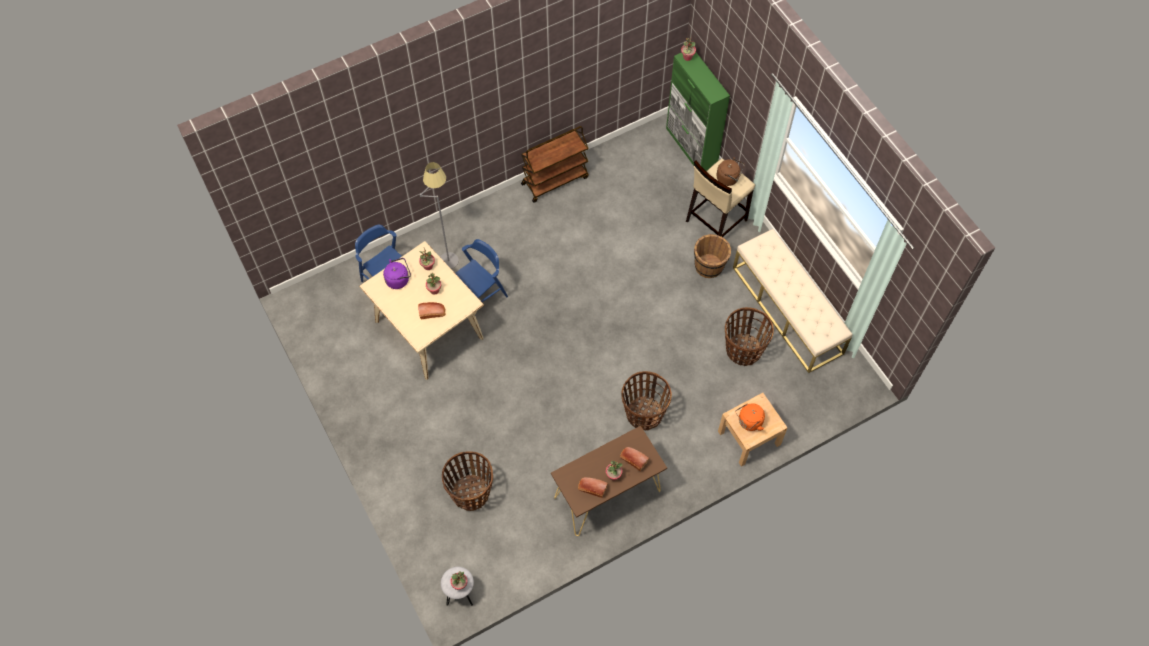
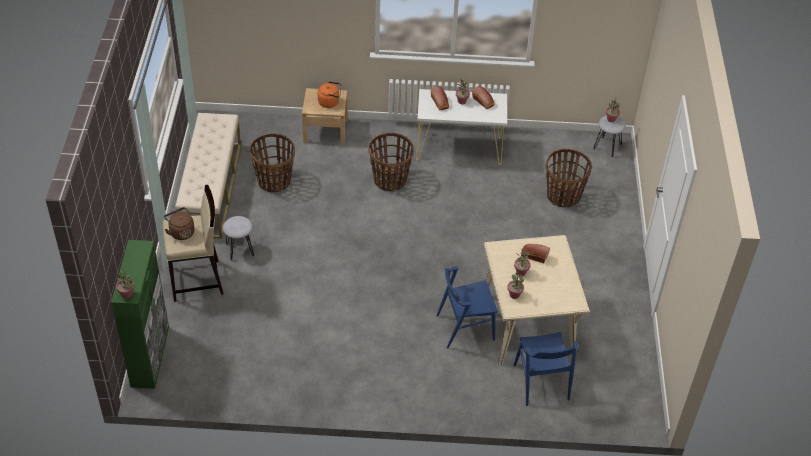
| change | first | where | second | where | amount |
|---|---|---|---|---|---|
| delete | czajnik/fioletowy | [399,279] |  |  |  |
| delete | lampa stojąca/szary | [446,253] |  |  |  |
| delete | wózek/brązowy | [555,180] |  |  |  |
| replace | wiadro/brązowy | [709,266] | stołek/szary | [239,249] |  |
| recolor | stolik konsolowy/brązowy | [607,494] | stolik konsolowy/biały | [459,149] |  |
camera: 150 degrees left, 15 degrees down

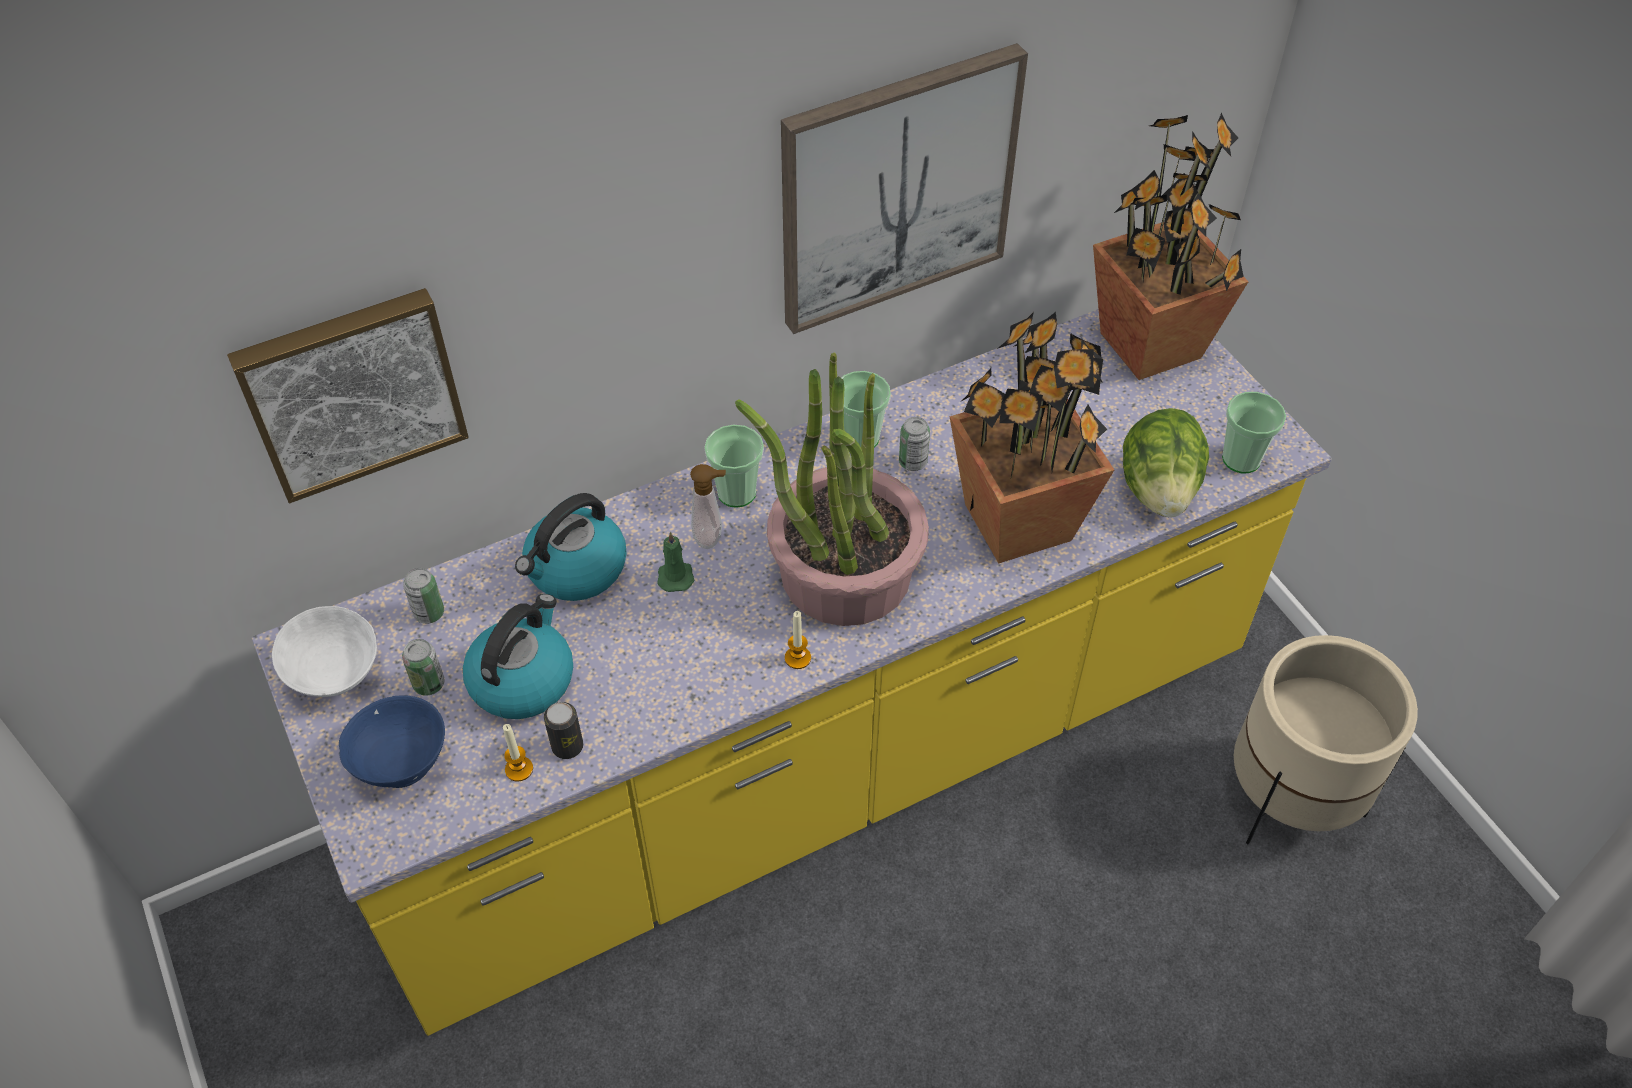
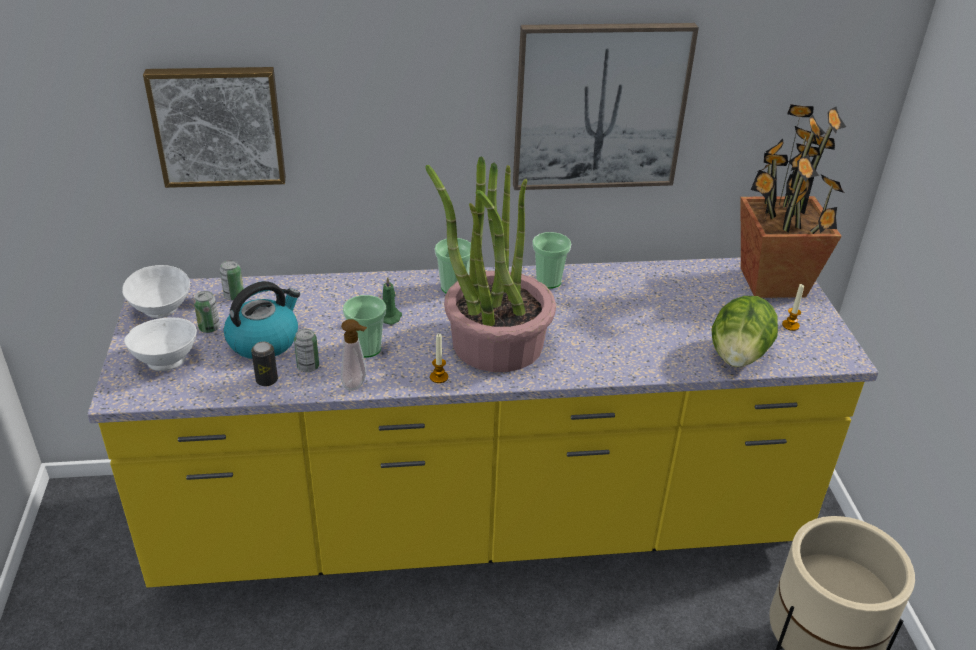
| change | first | where | second | where | amount |
|---|---|---|---|---|---|
| delete | czajnik | [575,569] |  |  |  |
| delete | roślina doniczkowa | [1019,521] |  |  |  |
| move | świeca | [519,769] |  | [790,325] |  |
| move | dozownik mydła | [711,537] |  | [357,385] |  |
| move | puszka | [913,462] |  | [308,367] |  |
| move | filiżanka | [1241,459] |  | [367,349] |  |
| recolor | miska/niebieski | [403,762] | miska/biały | [167,360] |  |
camera: 20 degrees right, 15 degrees down

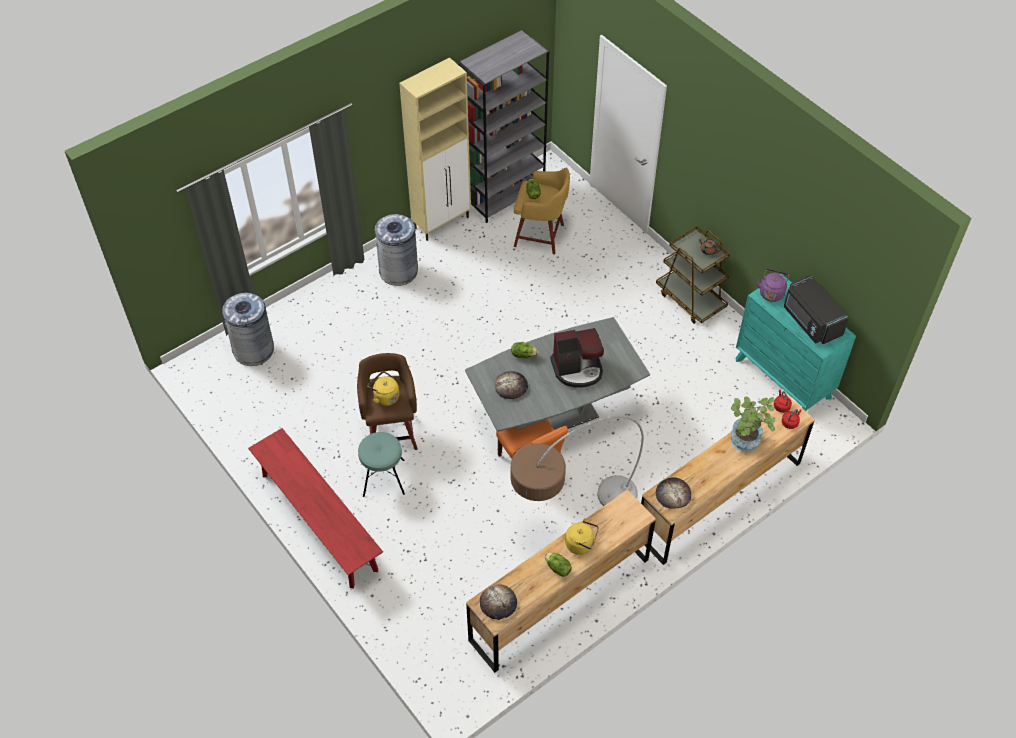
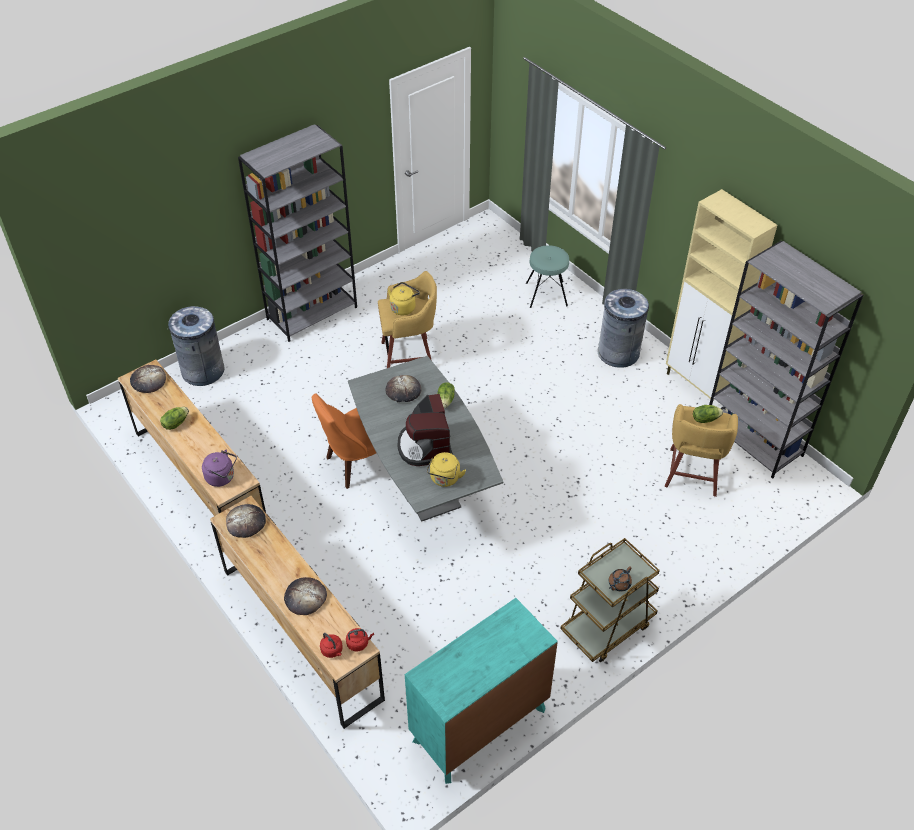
| change | first | where | second | where | amount |
|---|---|---|---|---|---|
| delete | lampa stojąca | [569,517] |  |  |  |
| delete | mikrofalówka/czarny | [810,321] |  |  |  |
| move | kosz na śmieci/szary | [254,350] |  | [203,371] |  |
| move | stołek/turkusowy | [383,478] |  | [546,294] |  |
| move | czajnik/żółty | [581,544] |  | [444,479] |  |
| move | czajnik/fioletowy | [771,292] |  | [222,477] |  |
| replace | ławka/czerwony | [319,521] | regał/szary | [312,313] |  |
| replace | roślina doniczkowa | [744,444] | chleb | [305,597] |  |
| recolor | stołek/brązowy | [391,431] | stołek/żółty | [409,355] |  |
camera: 90 degrees right, 5 degrees down

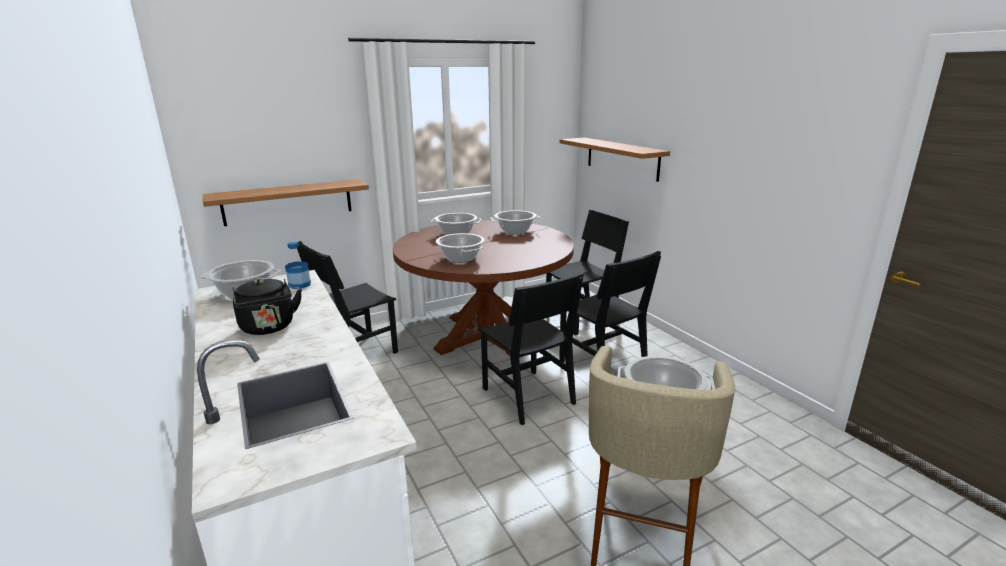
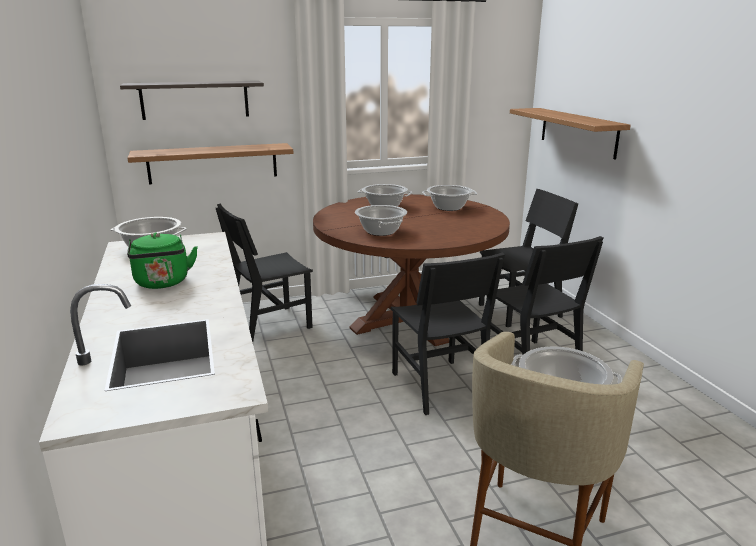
| change | first | where | second | where | amount |
|---|---|---|---|---|---|
| delete | butelka | [299,285] |  |  |  |
| insert |  |  | półka | [195,100] |  |
| recolor | czajnik/czarny | [269,328] | czajnik/zielony | [163,283] |  |
camera: 10 degrees right, 0 degrees up

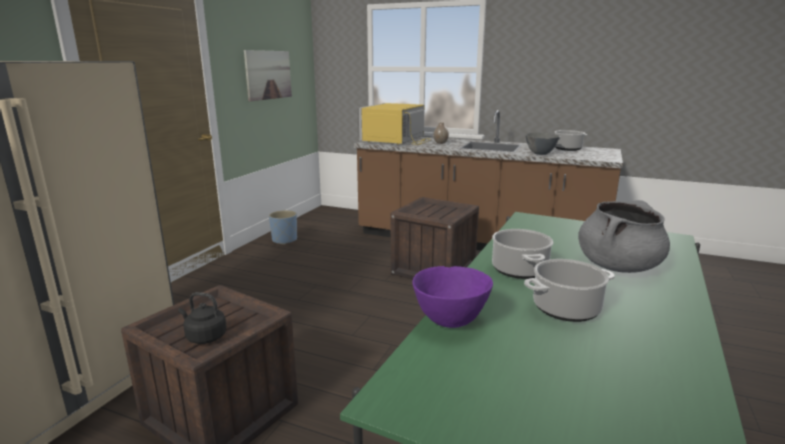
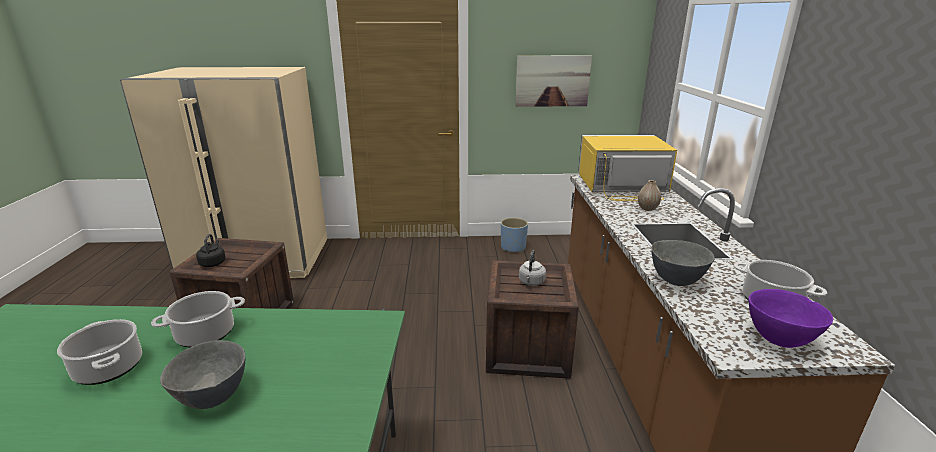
| change | first | where | second | where | amount |
|---|---|---|---|---|---|
| insert |  |  | czajnik/szary | [531,282] |  |
| move | miska/fioletowy | [449,321] |  | [778,340] |  |
| replace | garnek/szary | [618,266] | miska/szary | [214,398] |  |
camera: 65 degrees right, 5 degrees up

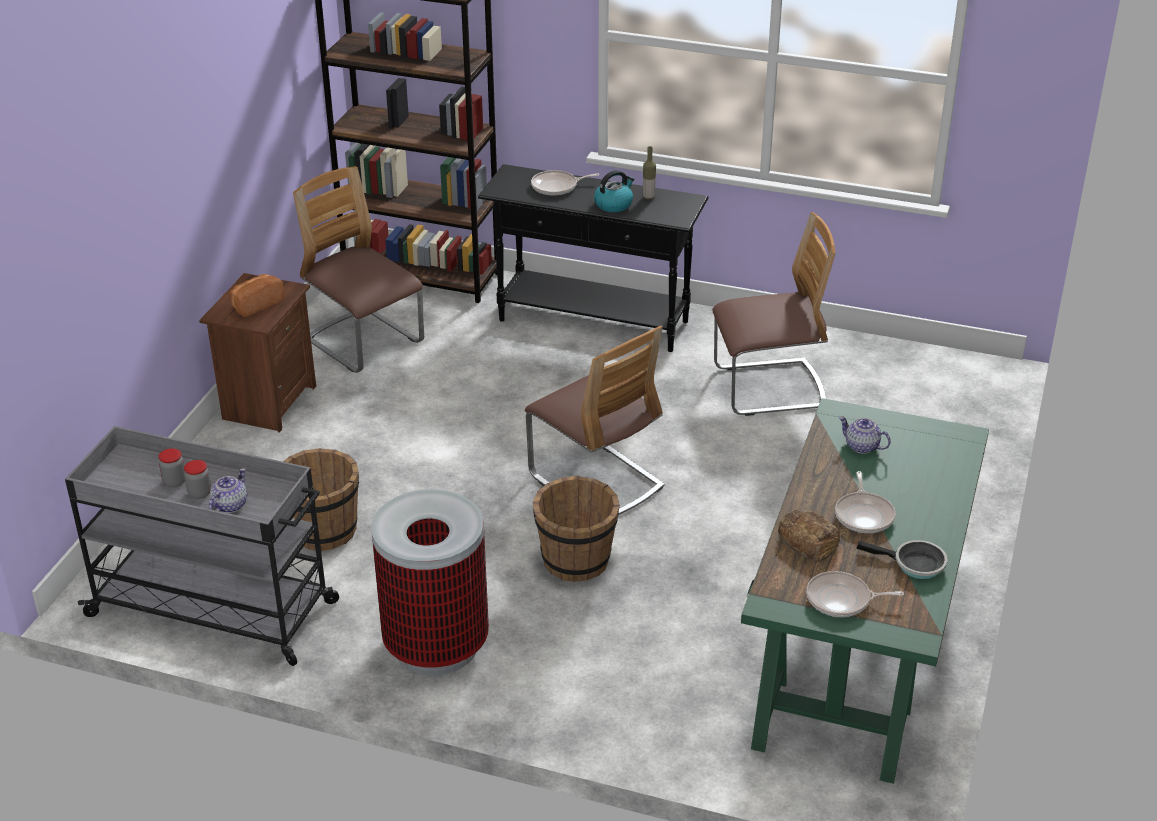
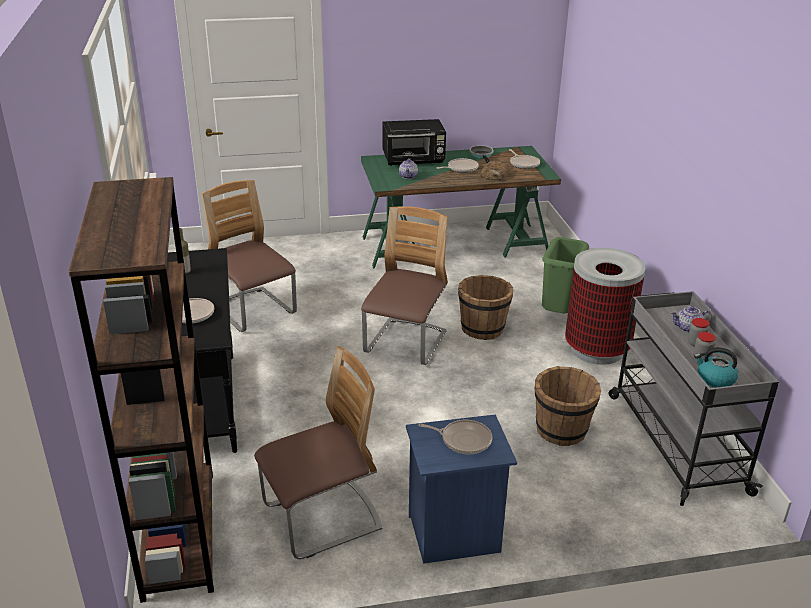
| change | first | where | second | where | amount |
|---|---|---|---|---|---|
| insert |  |  | mikrofalówka/czarny | [414,160] |  |
| insert |  |  | kosz na śmieci/zielony | [558,313] |  |
| move | czajnik | [613,204] |  | [715,379] |  |
| replace | chleb | [255,304] | patelnia | [463,440] |  |
| recolor | szafka nocna/brązowy | [267,402] | szafka nocna/niebieski | [455,535] |  |
| rotate | krzesło | [364,342] |  | [322,518] | 135 degrees counterclockwise |
camera: 120 degrees left, 5 degrees down

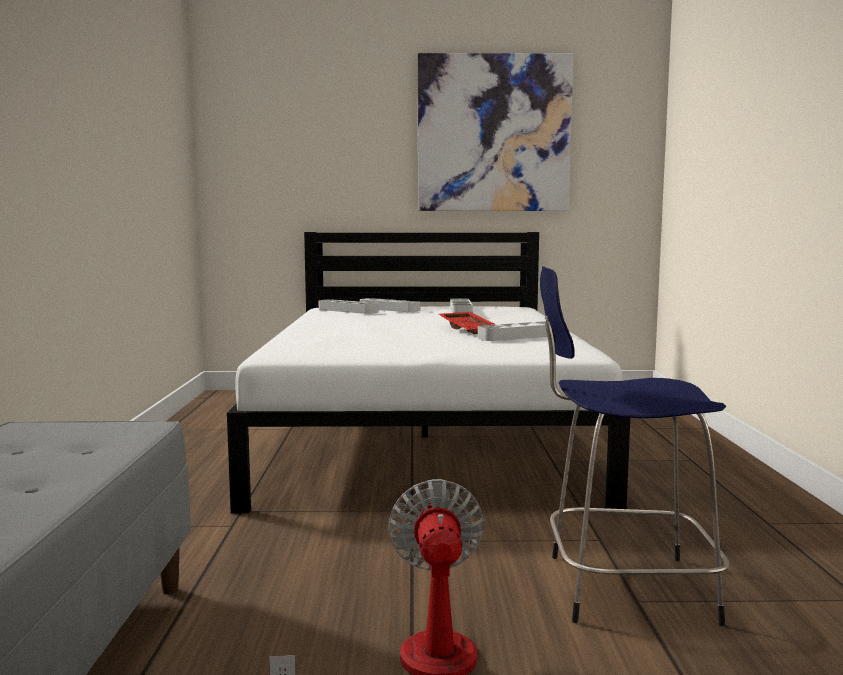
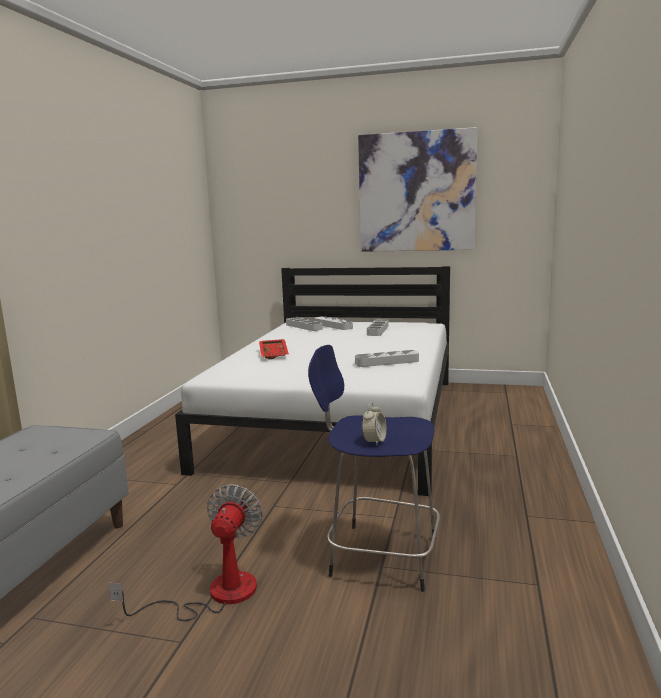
| change | first | where | second | where | amount |
|---|---|---|---|---|---|
| insert |  |  | budzik | [374,441] |  |
| move | taca/czerwony | [469,330] |  | [274,354] |  |
camera: 15 degrees right, 5 degrees up

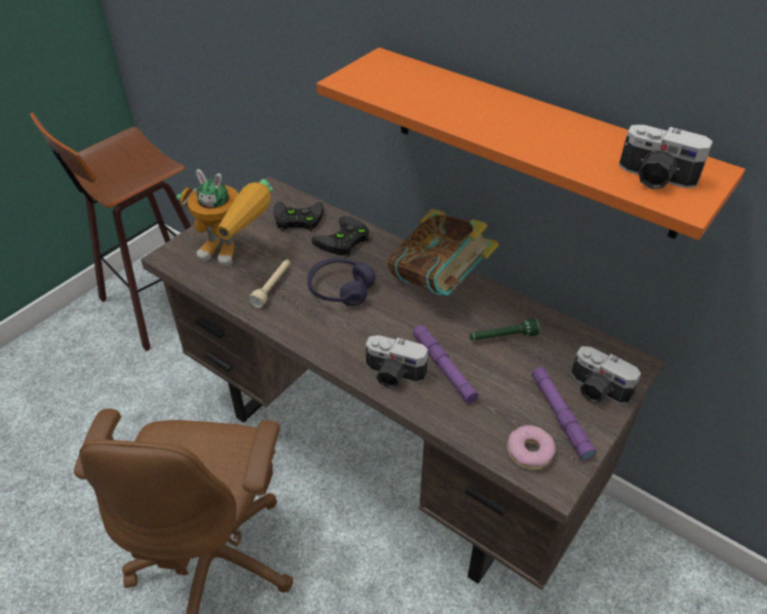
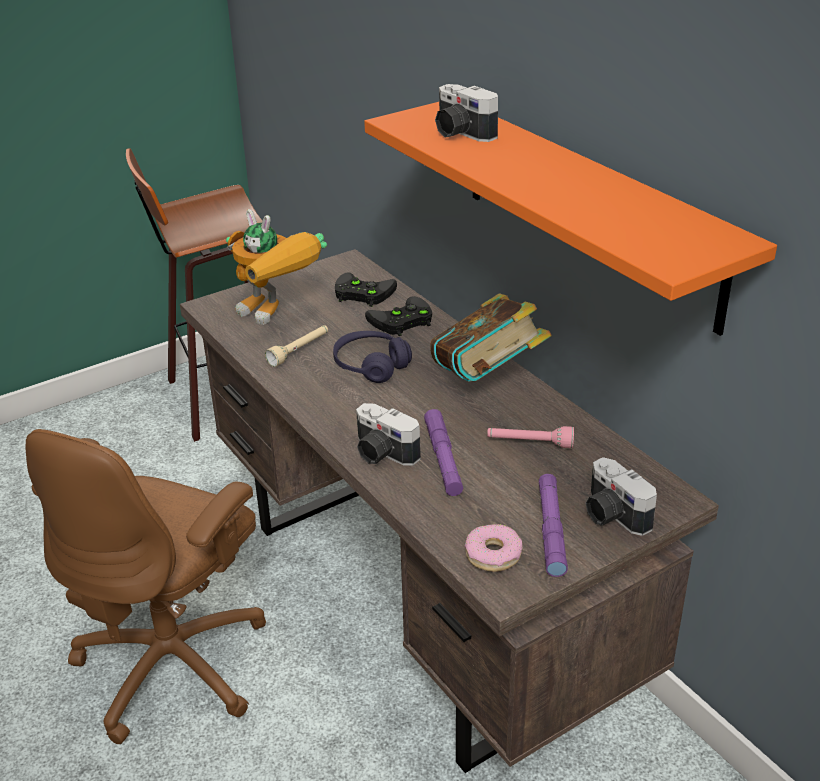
| change | first | where | second | where | amount |
|---|---|---|---|---|---|
| move | aparat fotograficzny | [655,178] |  | [460,133] |  |
| recolor | latarka/zielony | [502,337] | latarka/różowy | [529,443] |  |
camera: 20 degrees right, 10 degrees down

